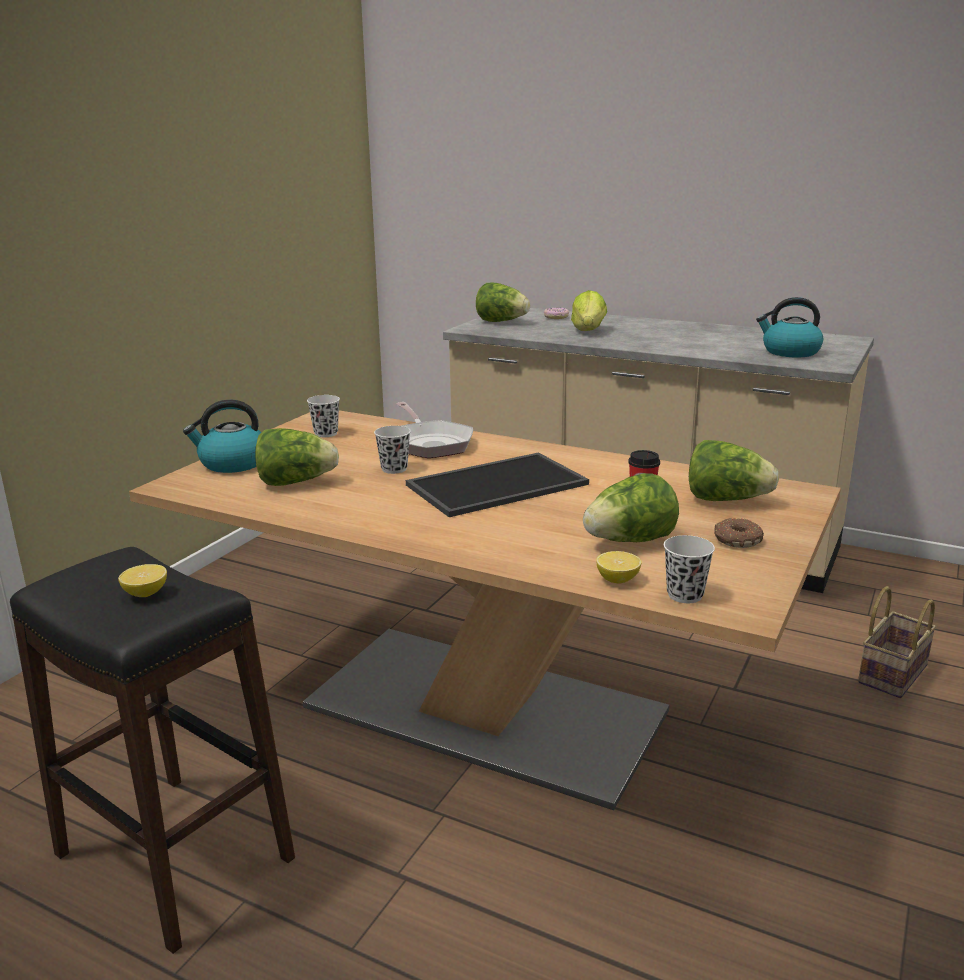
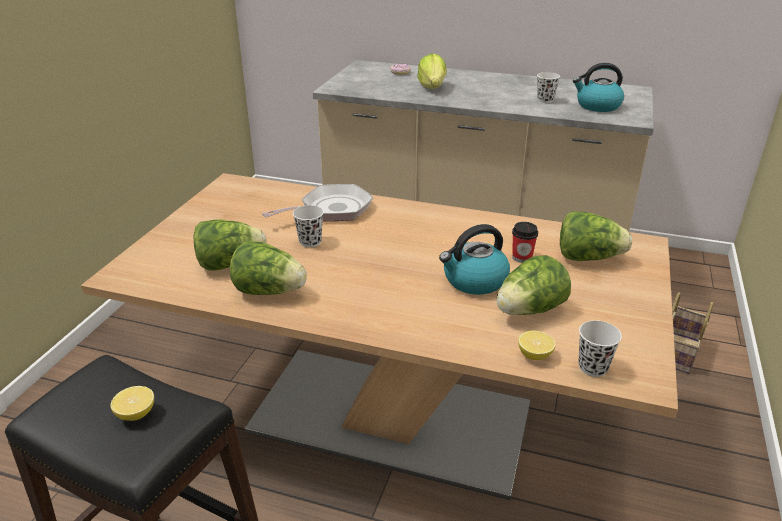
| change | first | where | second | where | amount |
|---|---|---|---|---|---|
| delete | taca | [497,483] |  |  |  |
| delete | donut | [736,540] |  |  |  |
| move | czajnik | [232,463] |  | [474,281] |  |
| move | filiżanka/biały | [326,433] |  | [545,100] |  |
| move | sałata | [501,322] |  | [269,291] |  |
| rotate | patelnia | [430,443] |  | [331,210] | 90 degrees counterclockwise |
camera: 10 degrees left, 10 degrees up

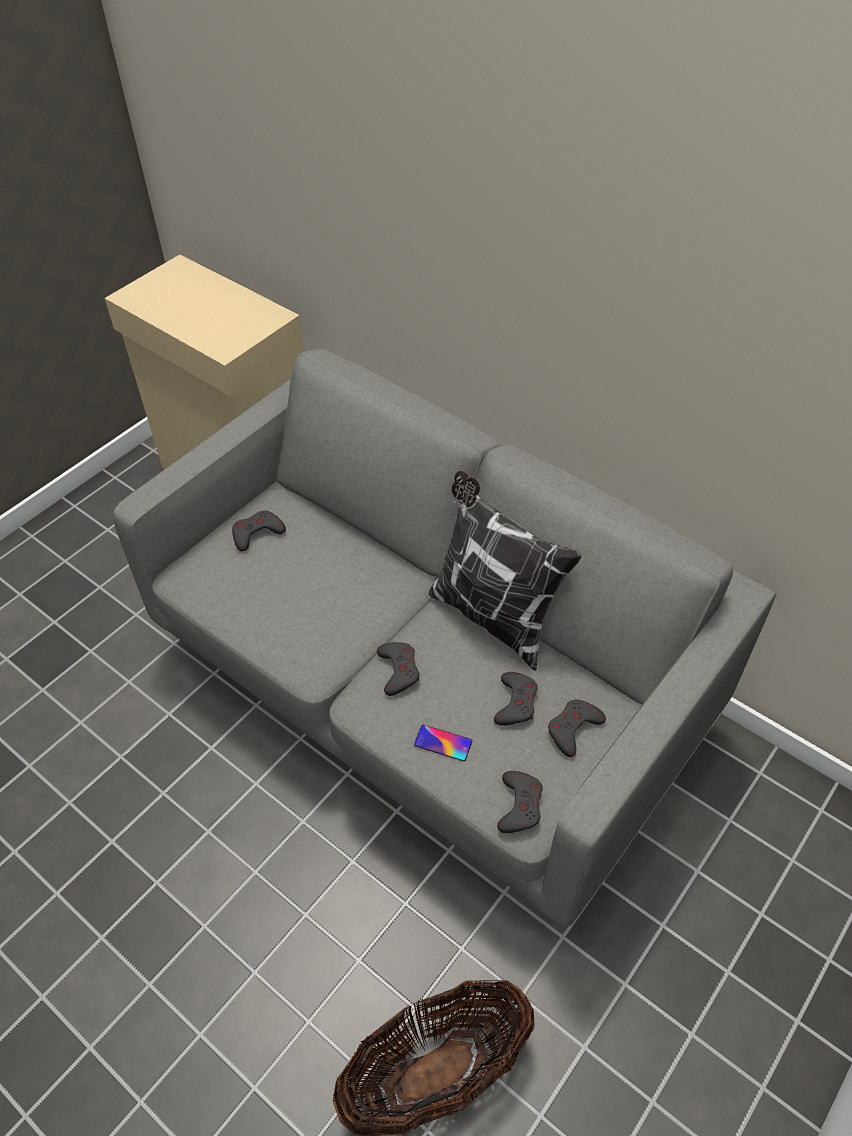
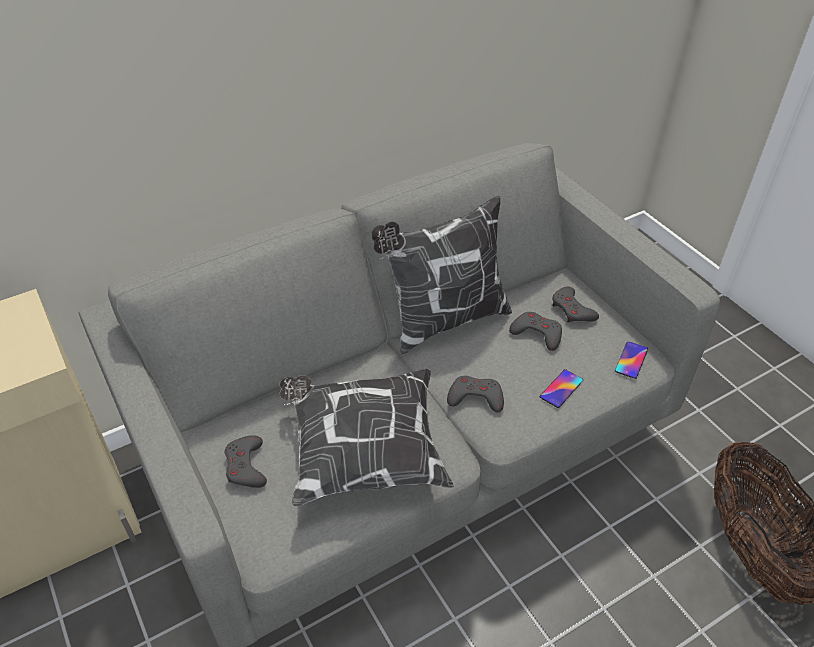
| change | first | where | second | where | amount |
|---|---|---|---|---|---|
| insert |  |  | poduszka | [363,452] |  |
| replace | pad do gier/szary | [519,805] | telefon | [631,360] |  |
camera: 70 degrees left, 5 degrees down

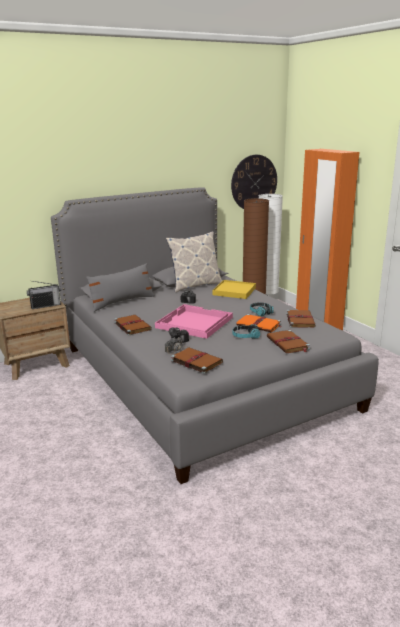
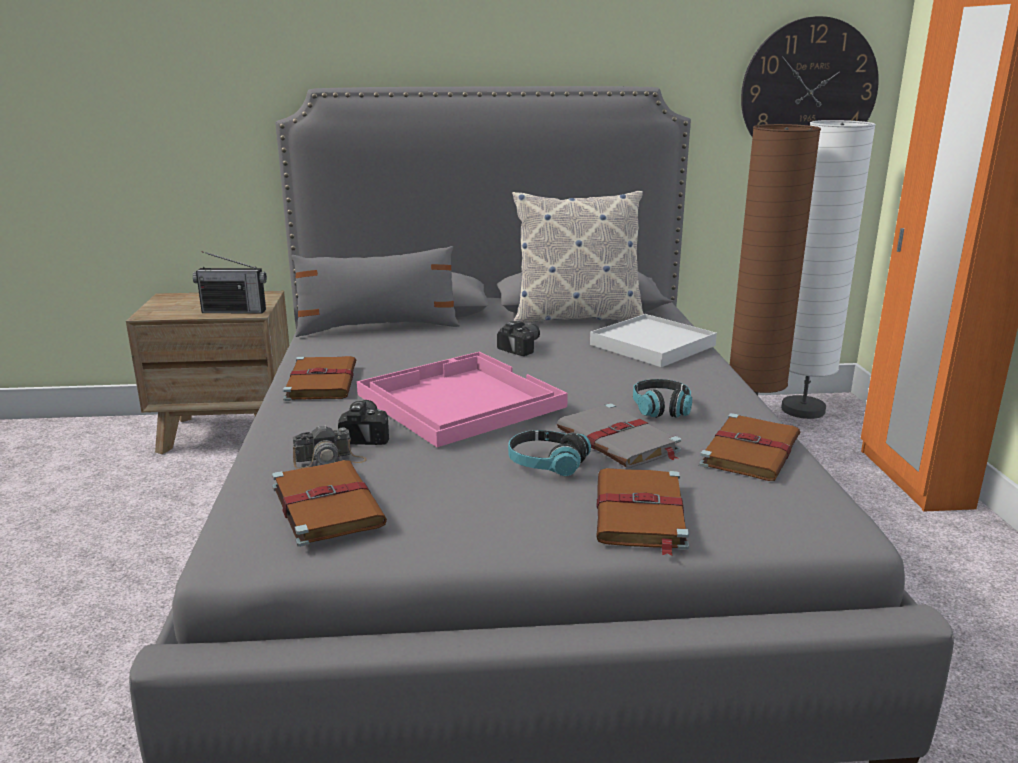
| change | first | where | second | where | amount |
|---|---|---|---|---|---|
| recolor | taca/żółty | [234,291] | taca/biały | [652,345] |  |
| recolor | książka/pomarańczowy | [259,325] | książka/szary | [619,441] |  |
camera: 25 degrees right, 0 degrees up

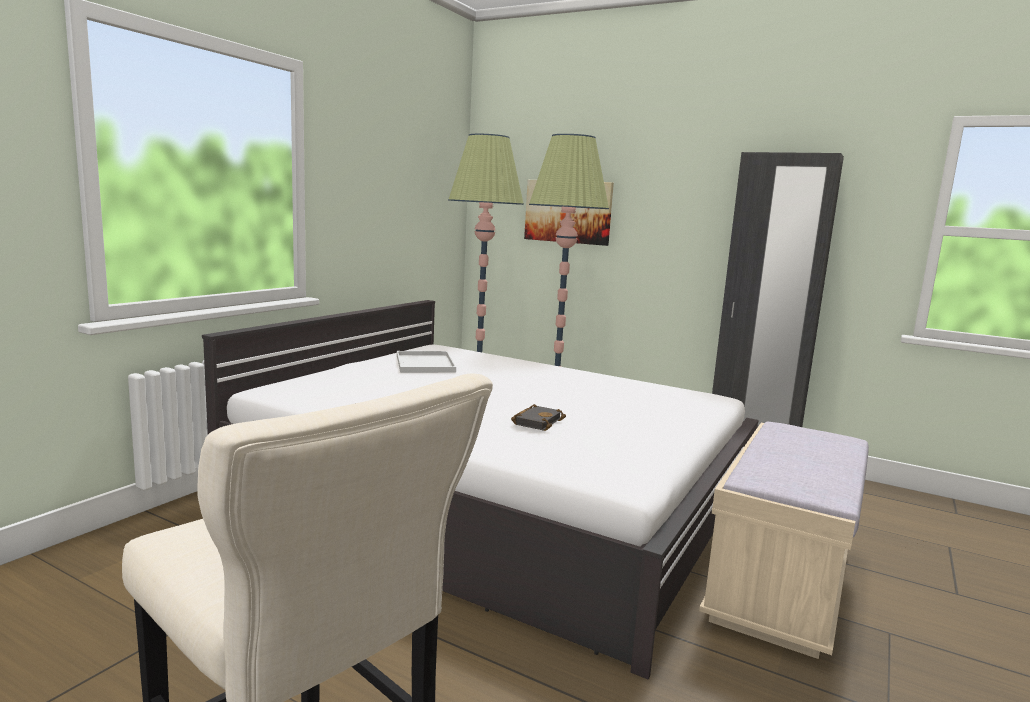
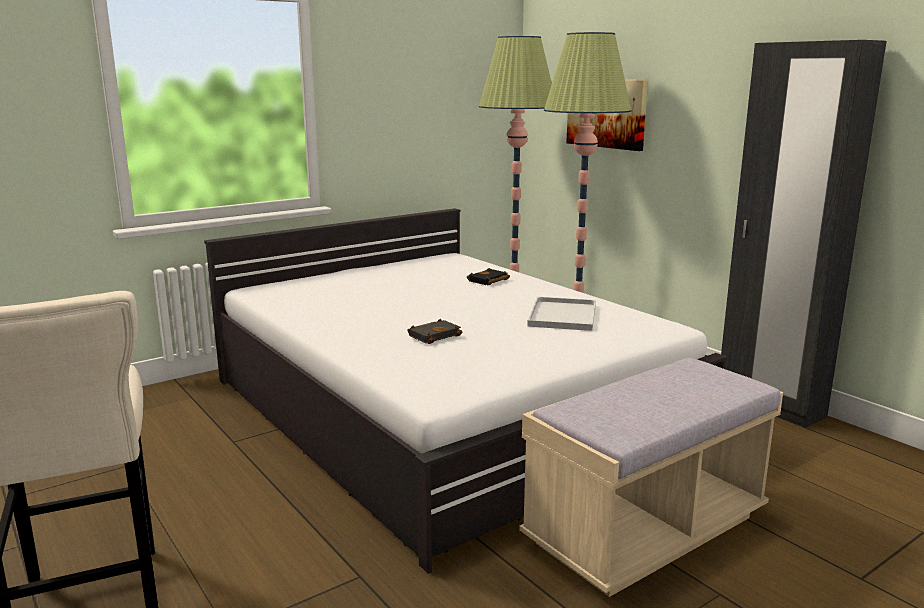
| change | first | where | second | where | amount |
|---|---|---|---|---|---|
| insert |  |  | książka/czarny | [488,281] |  |
| move | taca/biały | [424,363] |  | [562,315] |  |
camera: 25 degrees right, 5 degrees up

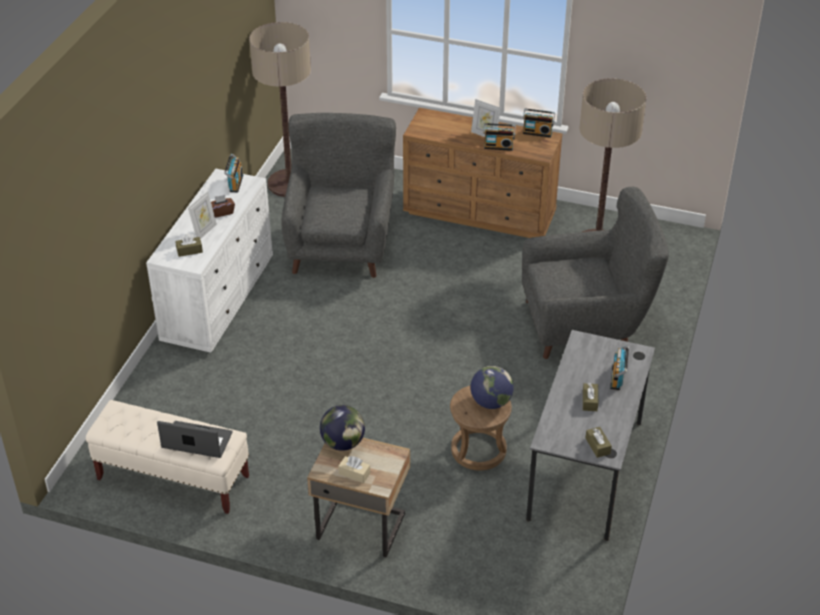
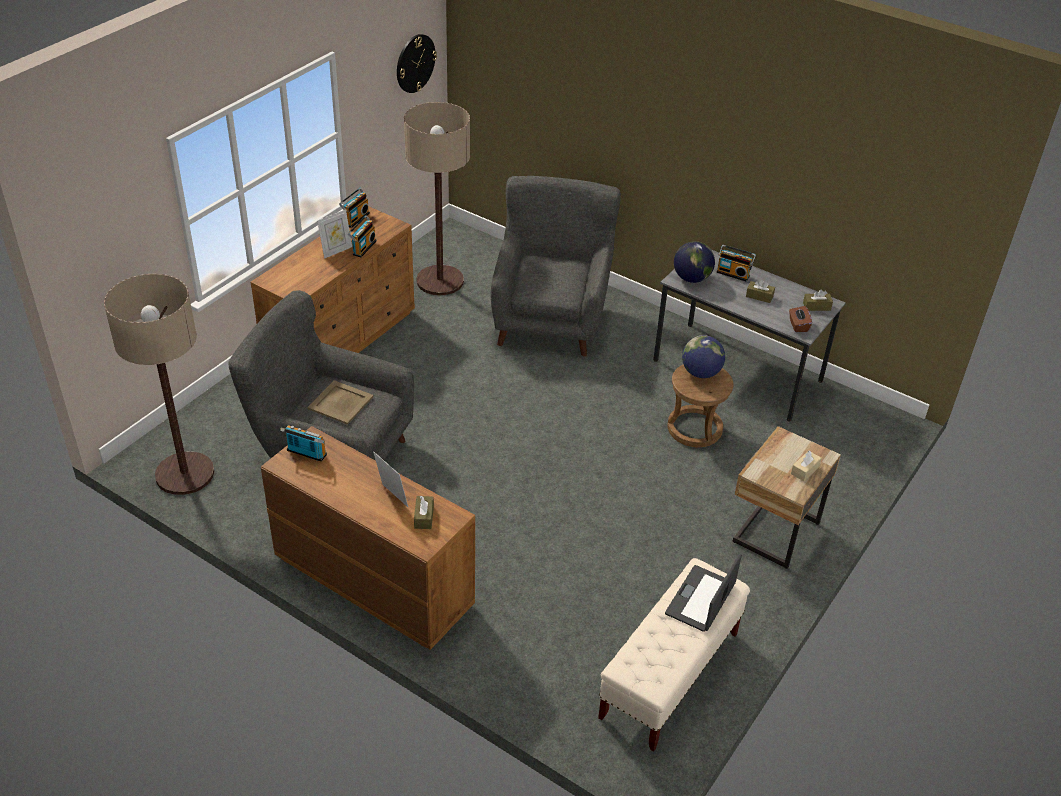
| change | first | where | second | where | amount |
|---|---|---|---|---|---|
| insert |  |  | taca/beżowy | [340,402] |  |
| insert |  |  | zegar ścienny | [415,63] |  |
| move | pudełko chusteczek/brązowy | [222,212] |  | [798,325] |  |
| move | globus | [343,443] |  | [691,278] |  |
| recolor | komoda/biały | [218,298] | komoda/brązowy | [372,581] |  |
camera: 75 degrees left, 0 degrees up

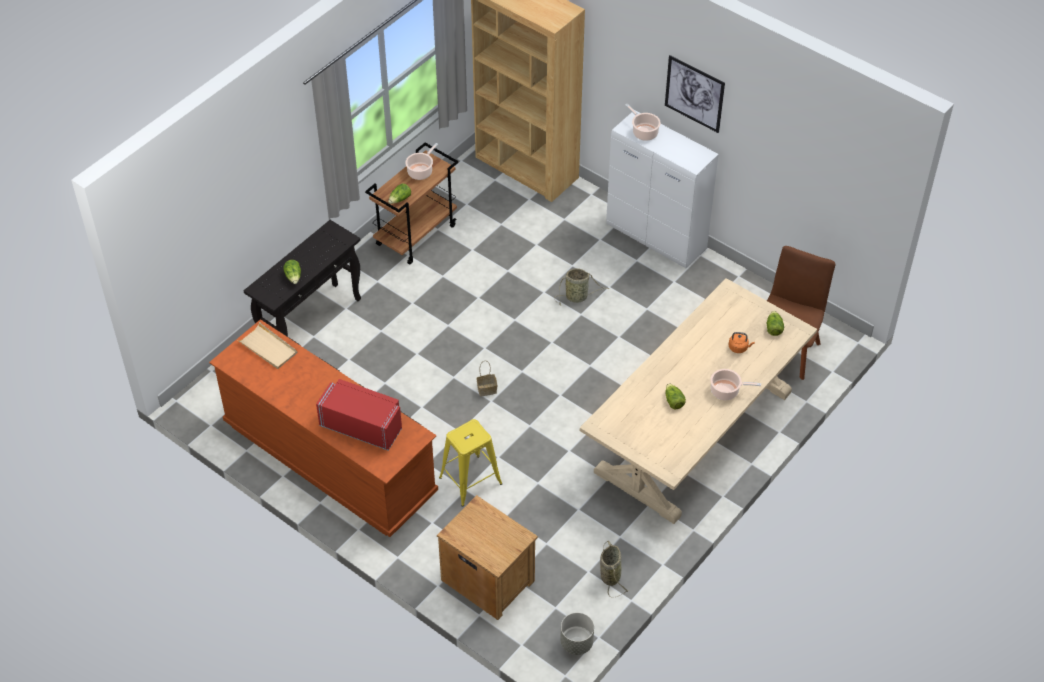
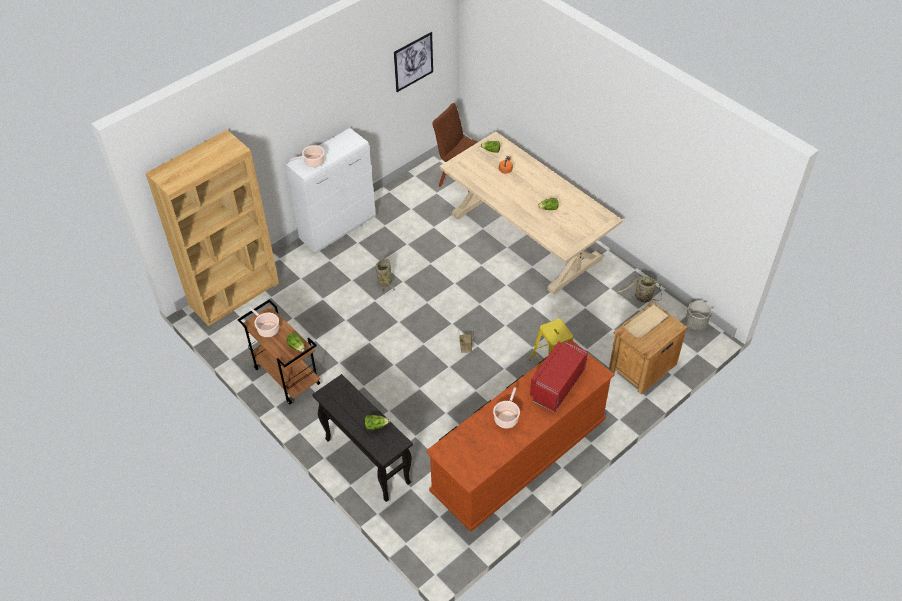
| change | first | where | second | where | amount |
|---|---|---|---|---|---|
| move | taca/beżowy | [268,348] |  | [646,322] |  |
| move | obraz | [694,93] |  | [413,62] |  |
| move | garnek | [726,391] |  | [506,418] |  |
camera: 80 degrees left, 0 degrees up

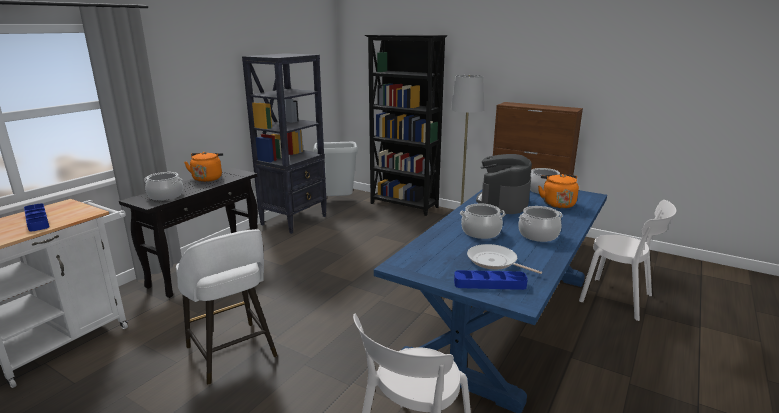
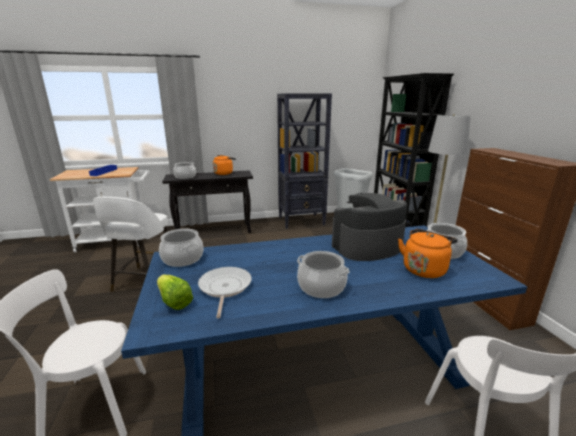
| change | first | where | second | where | amount |
|---|---|---|---|---|---|
| move | garnek | [481,232] |  | [182,258] |  |
| replace | taca/niebieski | [489,283] | sałata | [174,301] |  |
camera: 45 degrees right, 0 degrees up

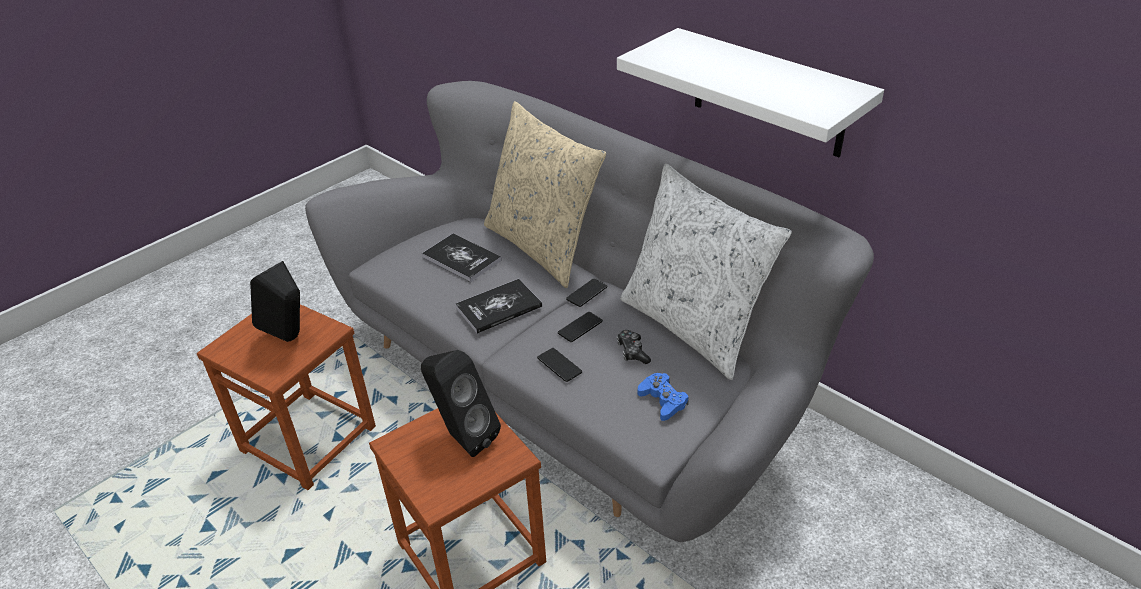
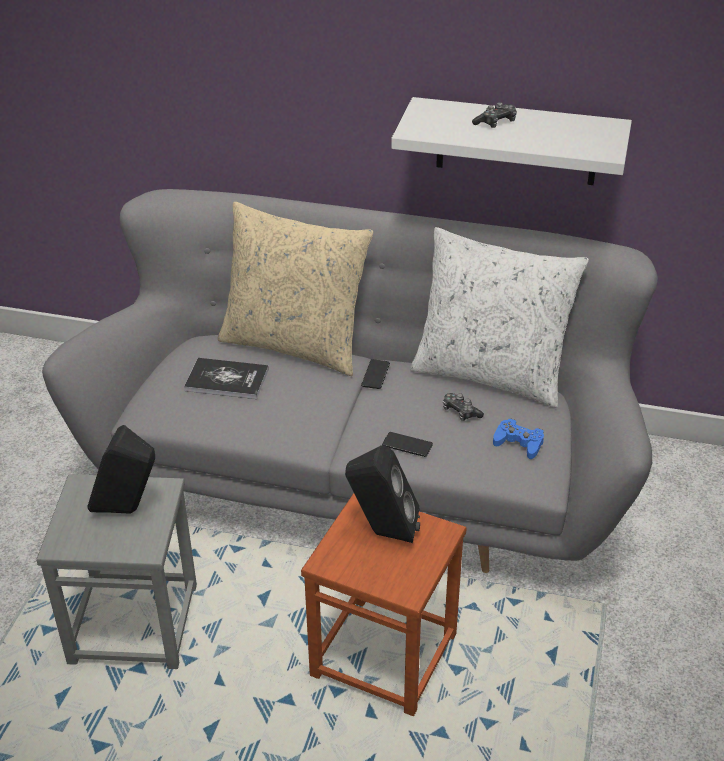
| change | first | where | second | where | amount |
|---|---|---|---|---|---|
| delete | książka | [499,307] |  |  |  |
| delete | telefon | [580,327] |  |  |  |
| insert |  |  | pad do gier | [496,123] |  |
| recolor | stołek/brązowy | [309,438] | stołek/szary | [134,622] |  |
camera: 30 degrees left, 0 degrees up

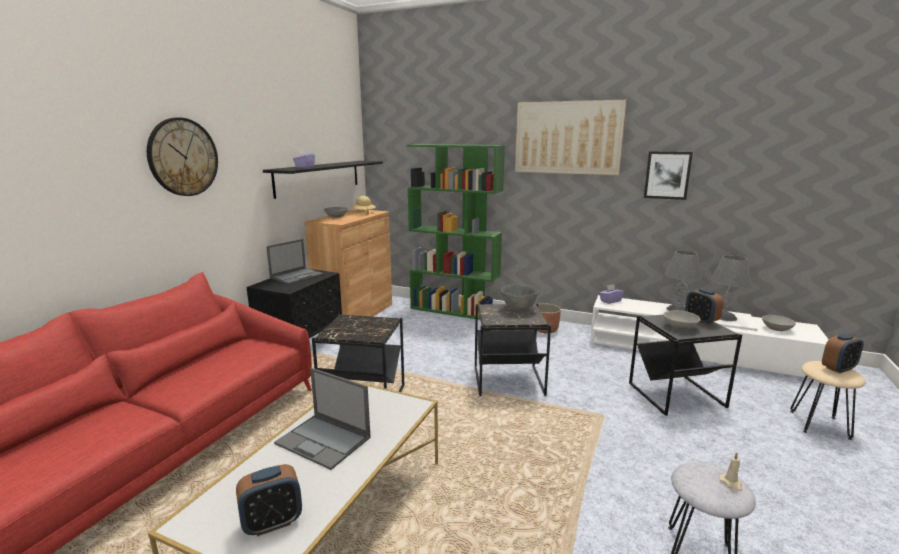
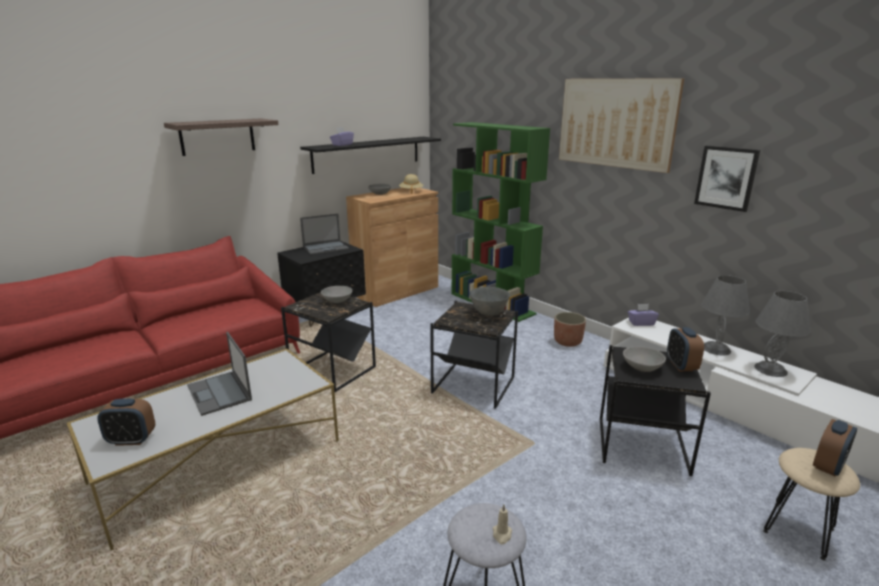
| change | first | where | second | where | amount |
|---|---|---|---|---|---|
| move | miska/szary | [776,329] |  | [337,301] |  |
| replace | zegar ścienny | [183,157] | półka | [217,136] |  |
| rotate | budzik | [838,368] |  | [828,466] | 45 degrees counterclockwise |
camera: 25 degrees right, 5 degrees up

